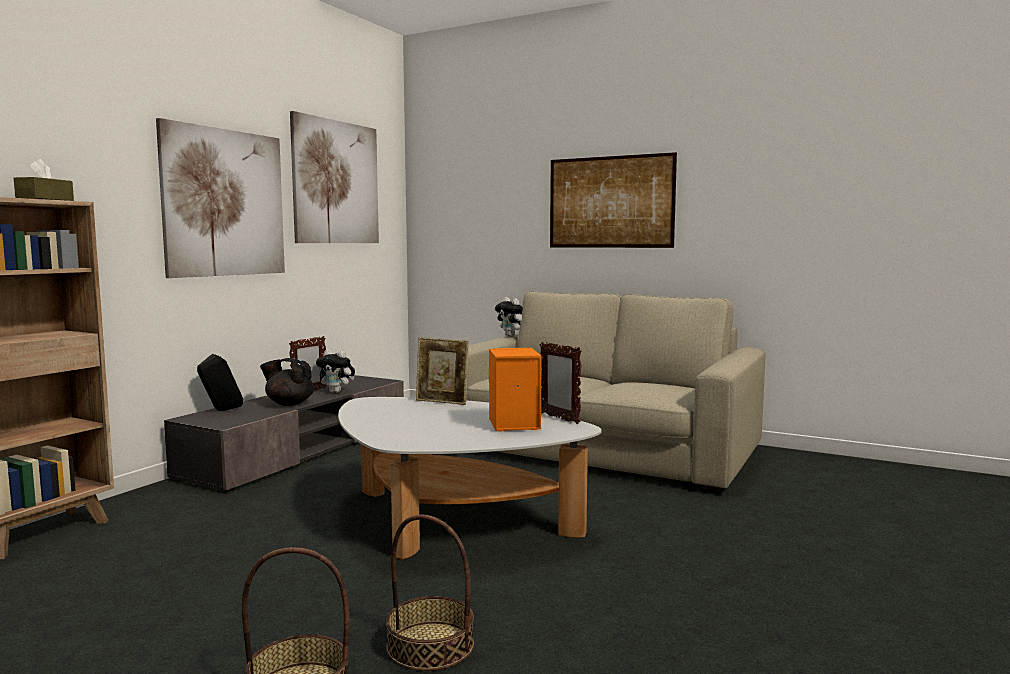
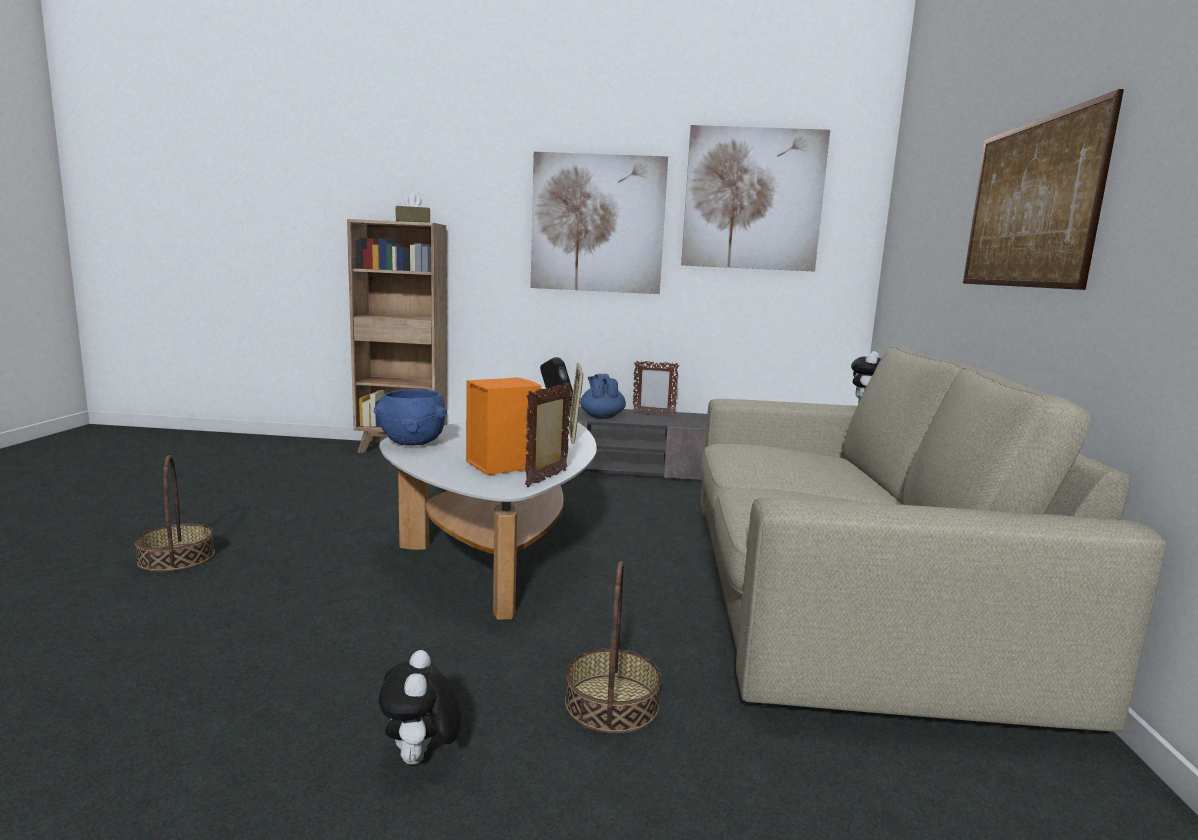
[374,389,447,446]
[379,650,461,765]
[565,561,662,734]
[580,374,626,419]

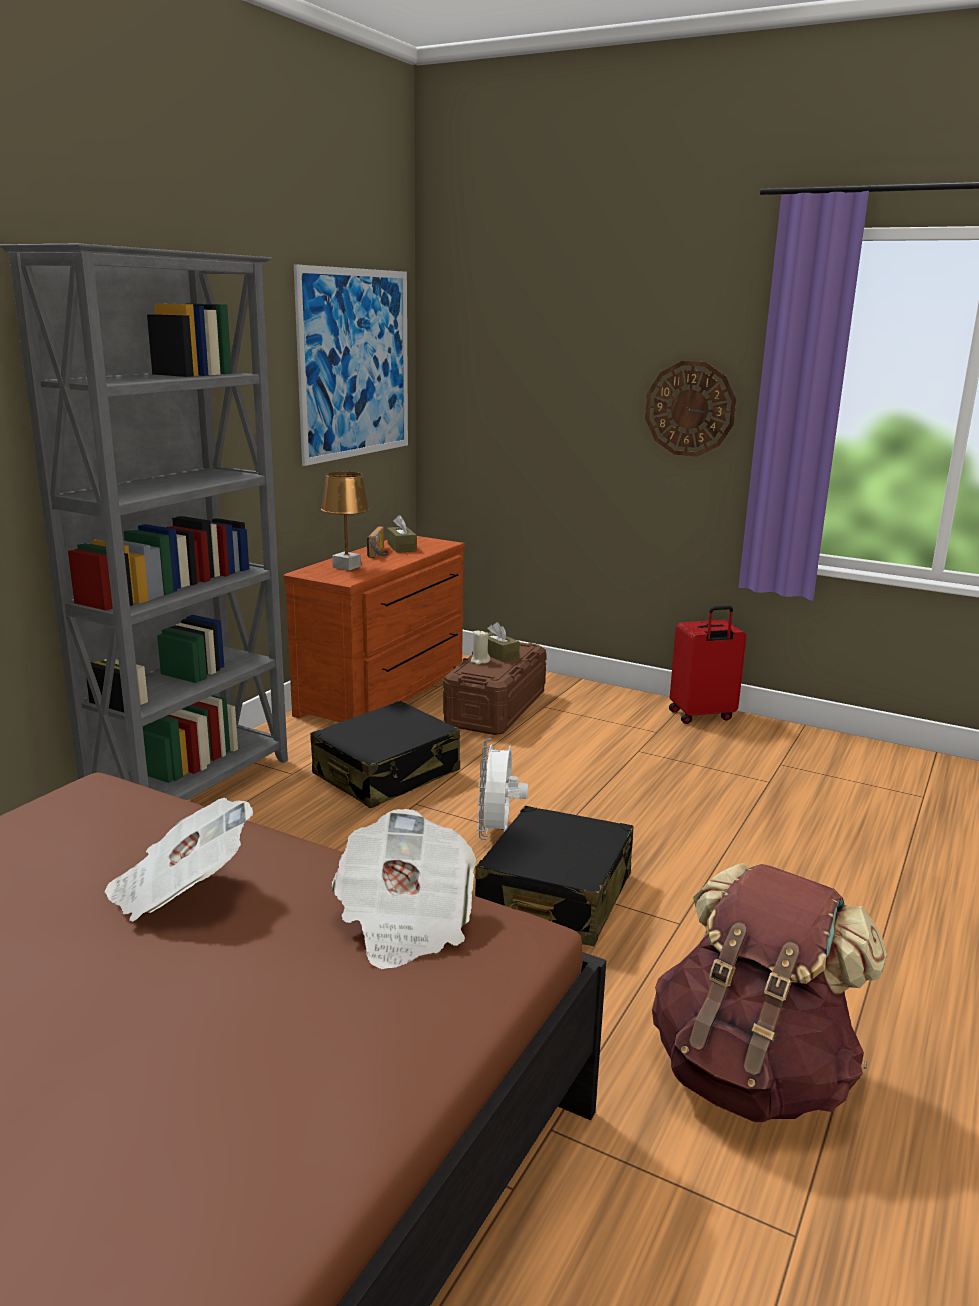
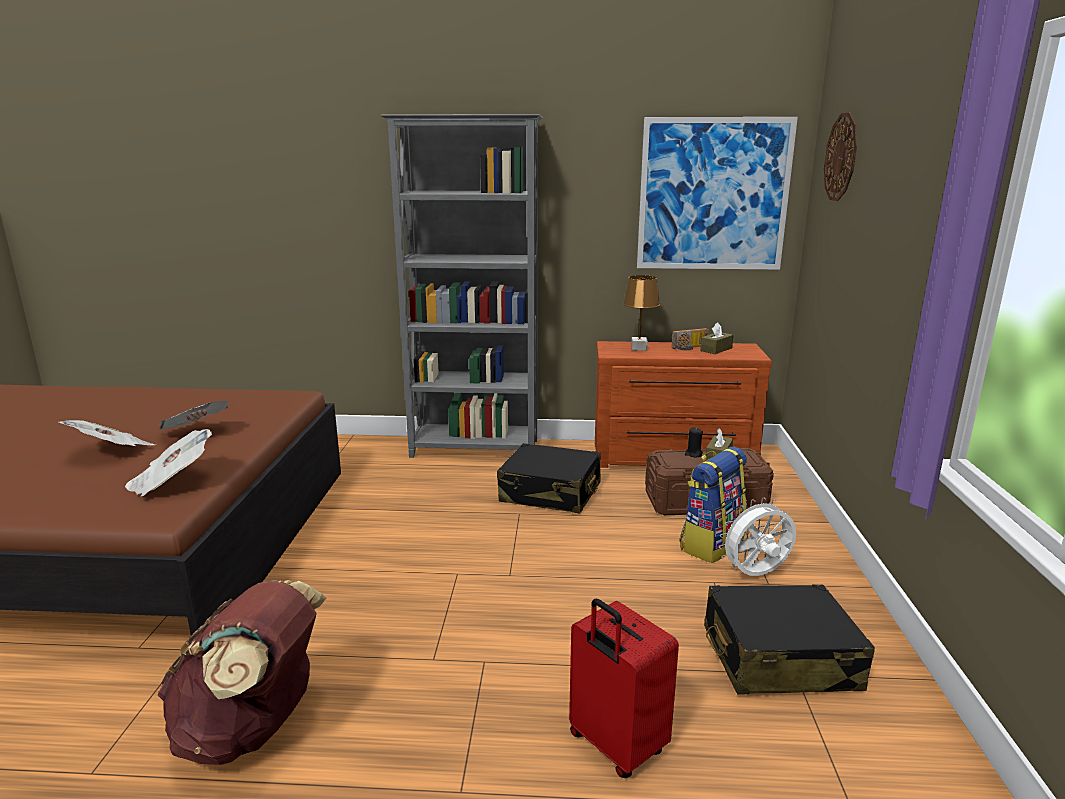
[58,420,157,446]
[569,599,679,778]
[679,447,747,563]
[685,427,703,457]
[704,584,875,695]
[719,497,796,576]
[824,112,857,201]

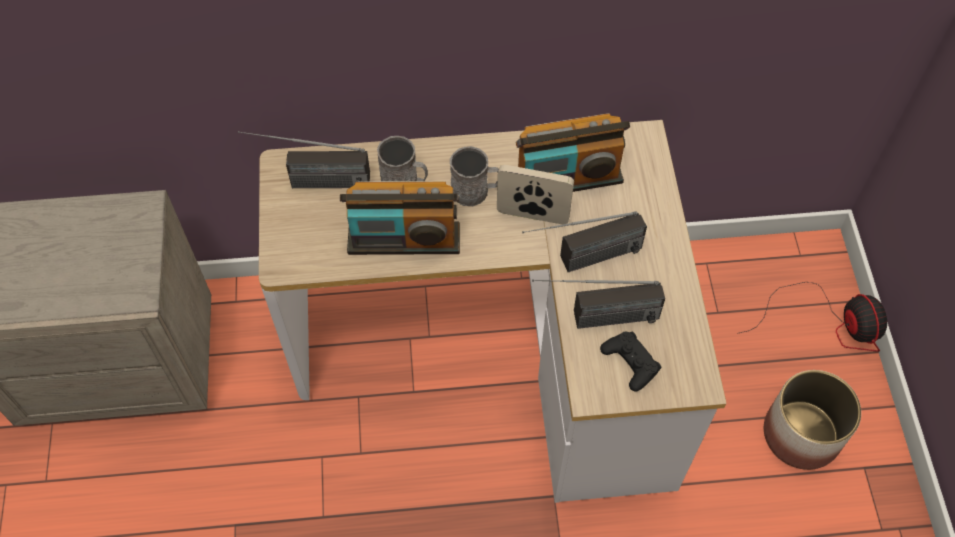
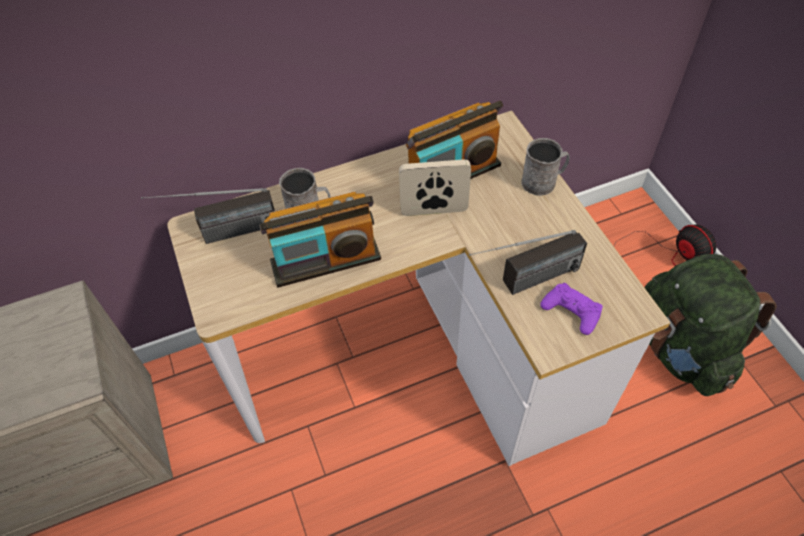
[521,138,570,196]
[540,283,603,335]
[645,254,777,396]
[522,211,647,272] (first image)

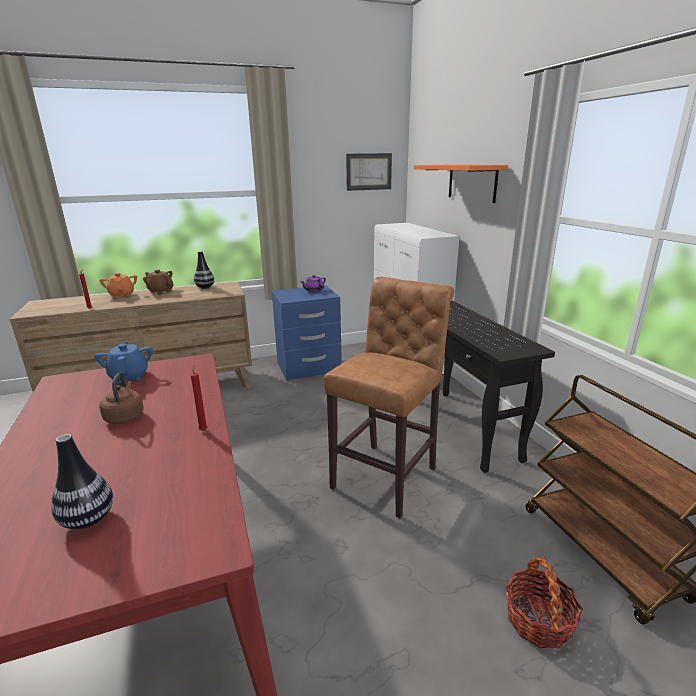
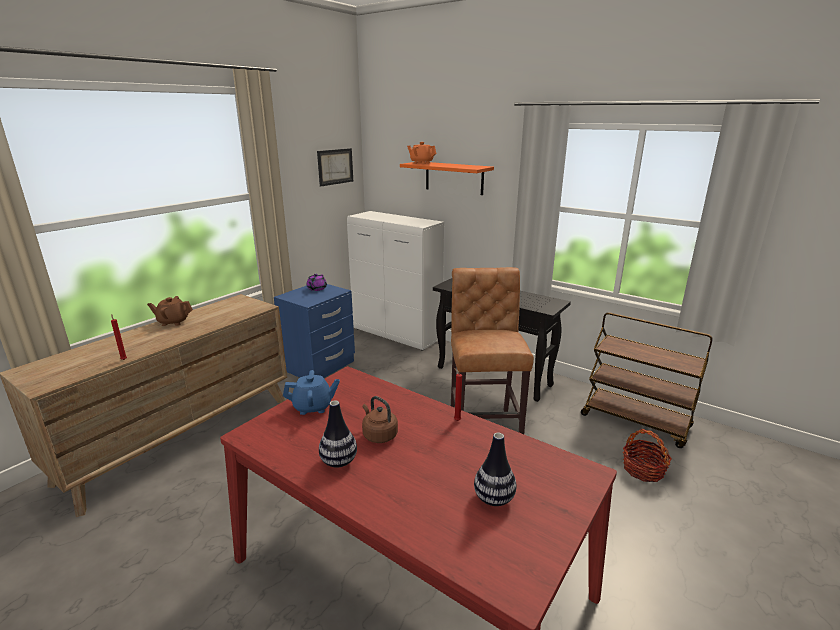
[283,370,340,415]
[319,400,357,468]
[407,142,436,164]

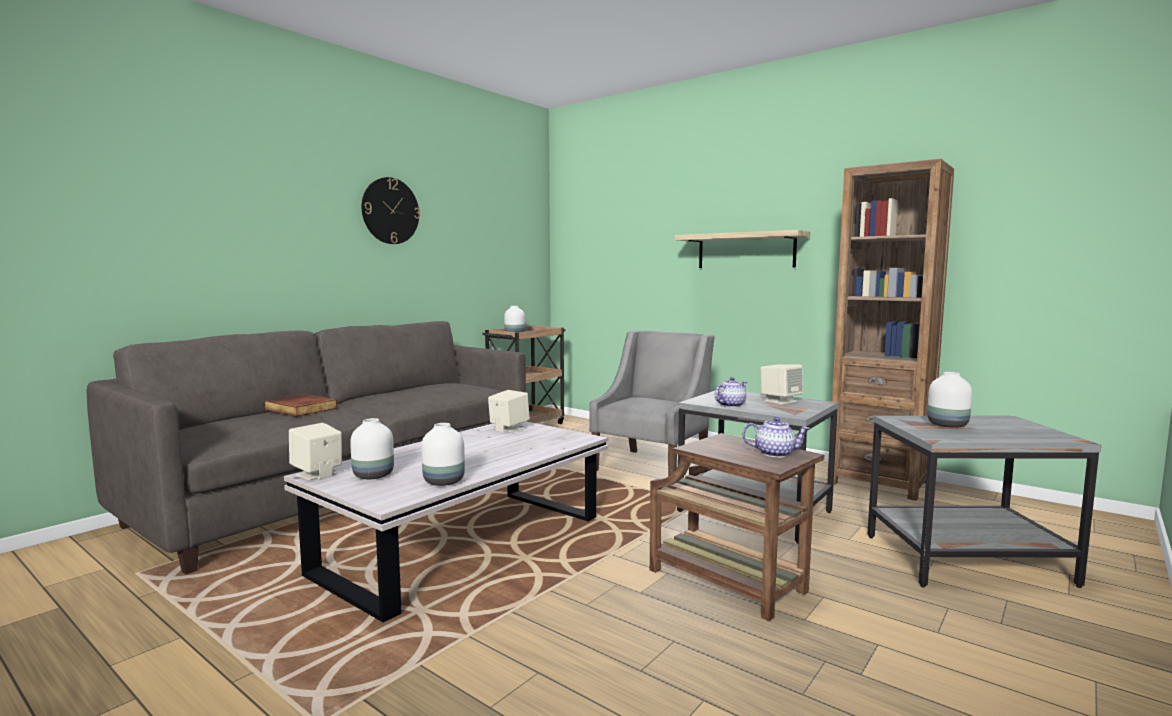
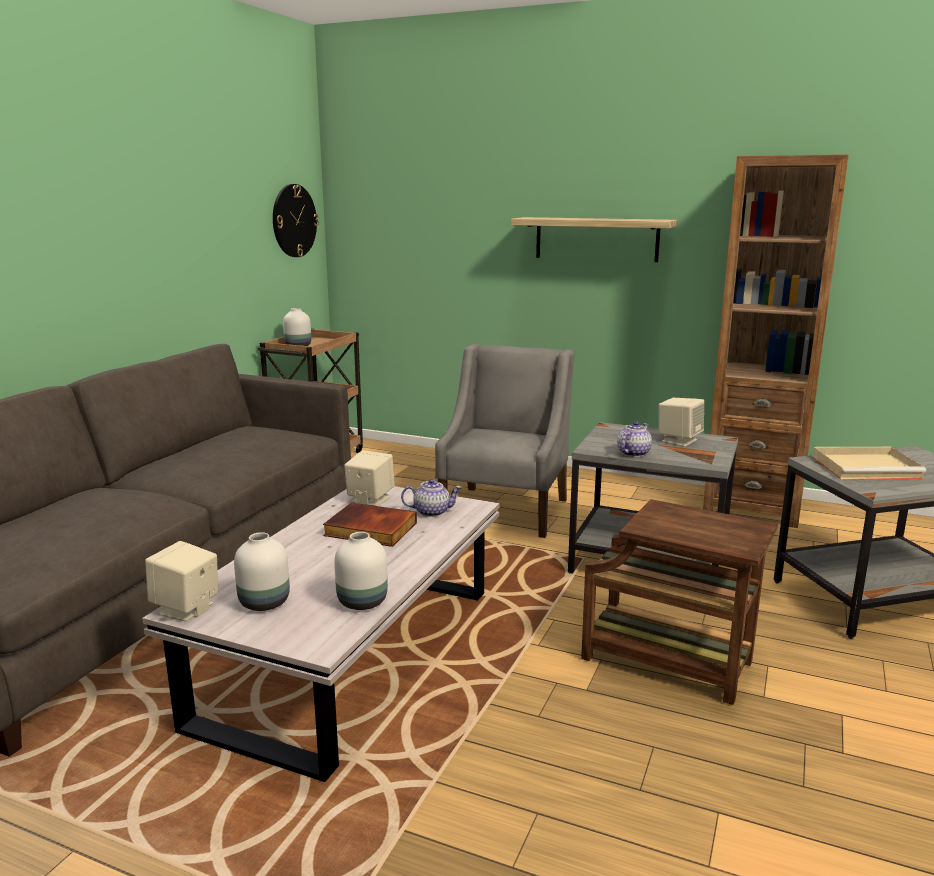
[273,184,319,257]
[323,503,417,547]
[401,479,462,517]
[812,447,926,479]

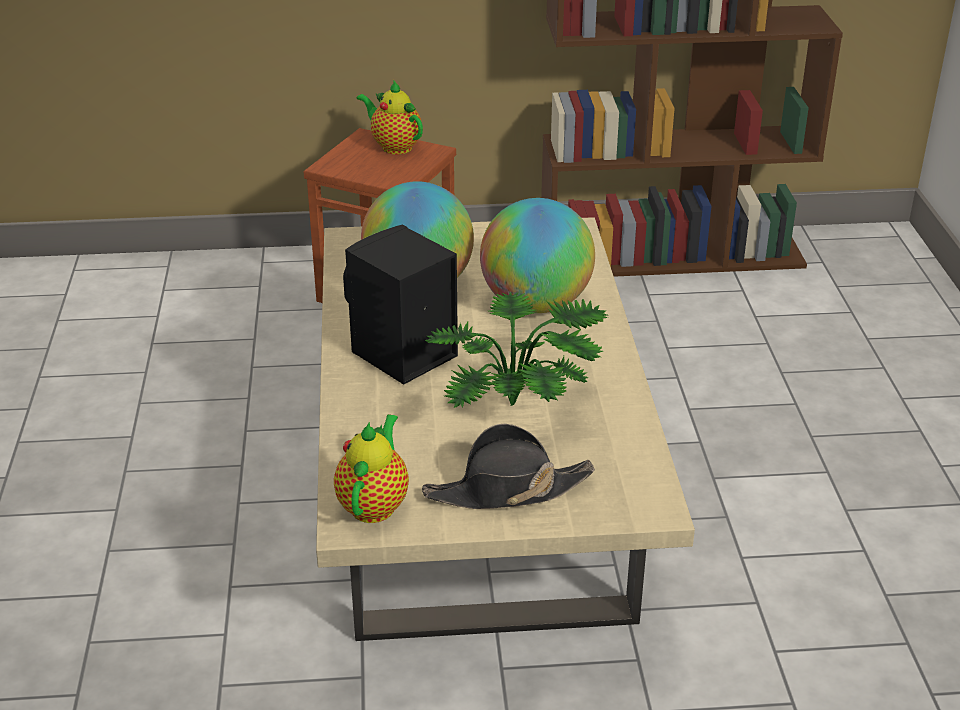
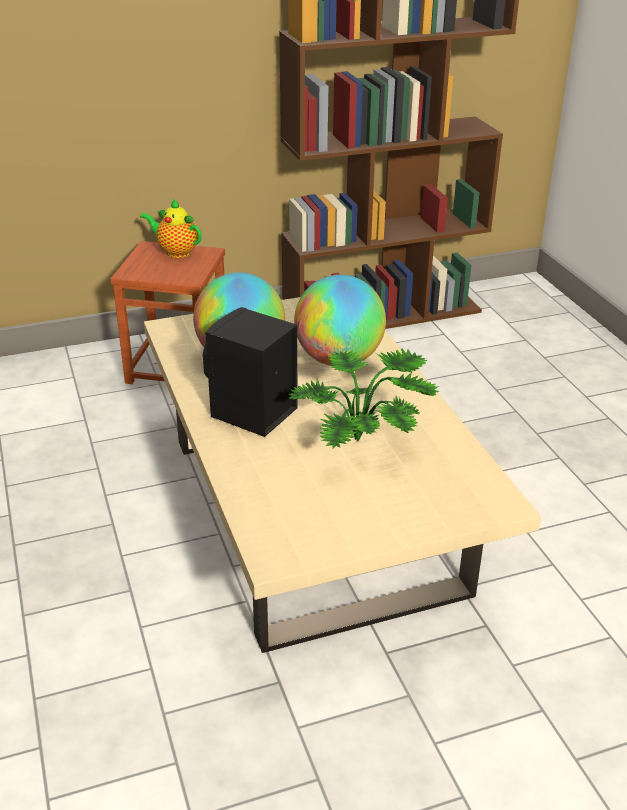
[334,414,409,523] (first image)
[422,424,595,509] (first image)

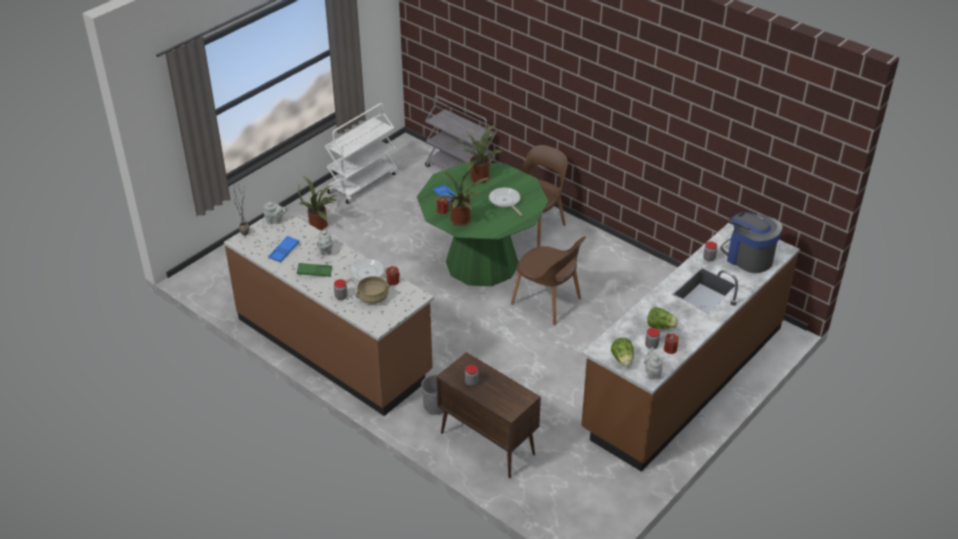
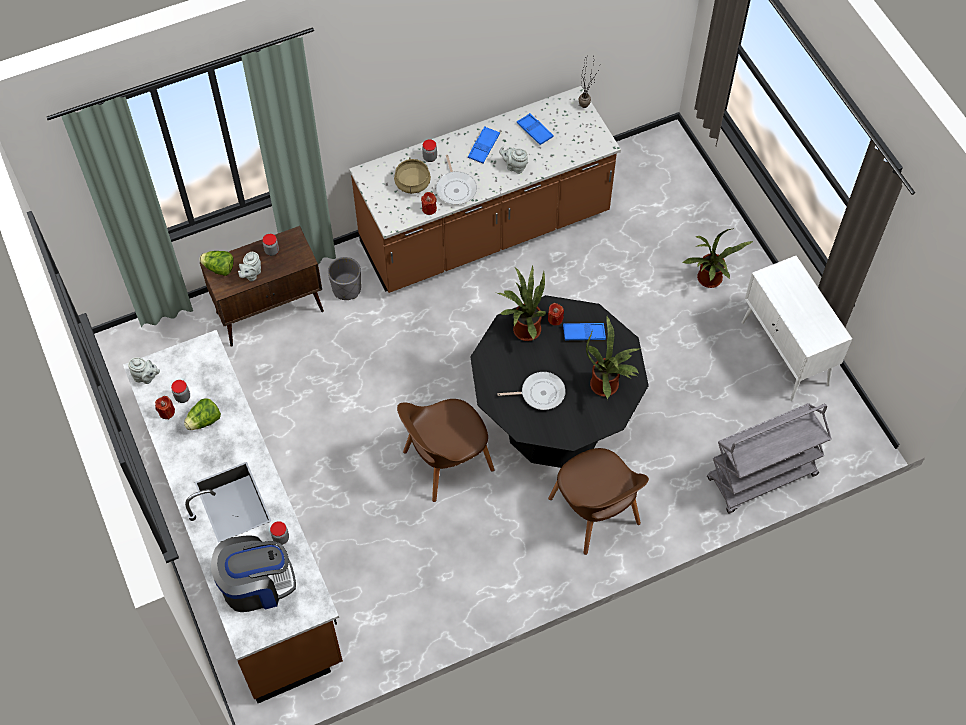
[199,251,234,276]
[238,252,261,281]
[468,126,500,163]
[470,295,649,468]
[741,256,852,401]

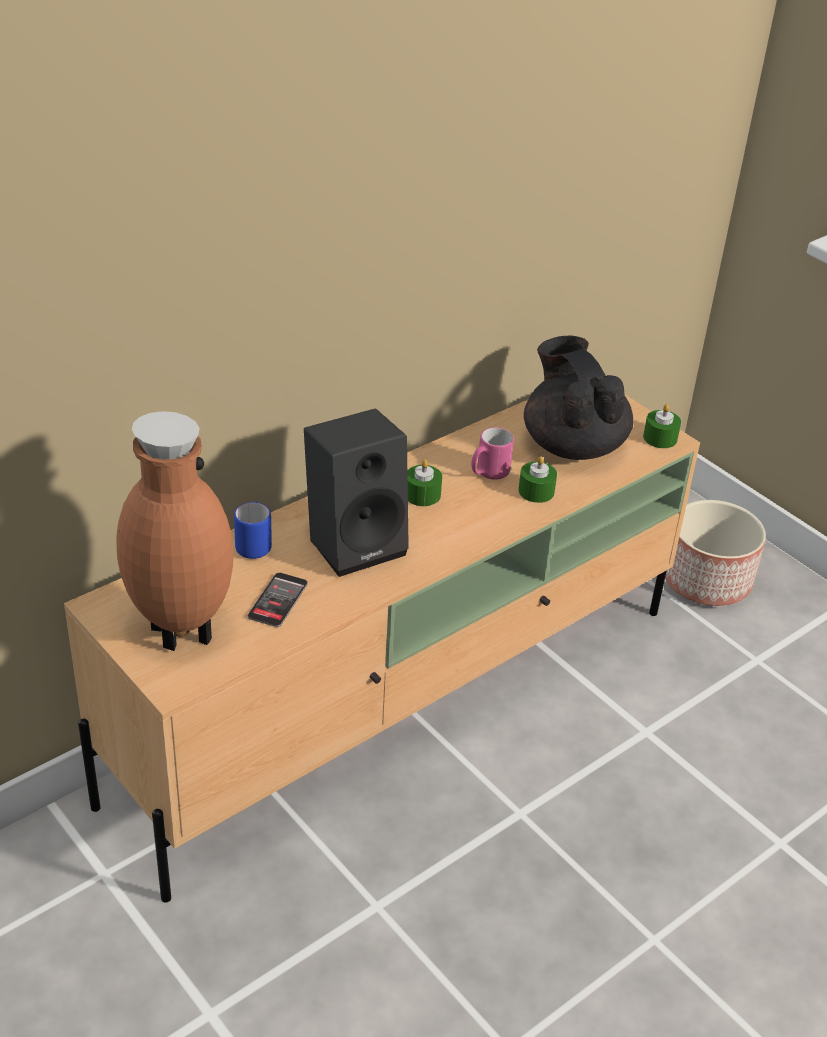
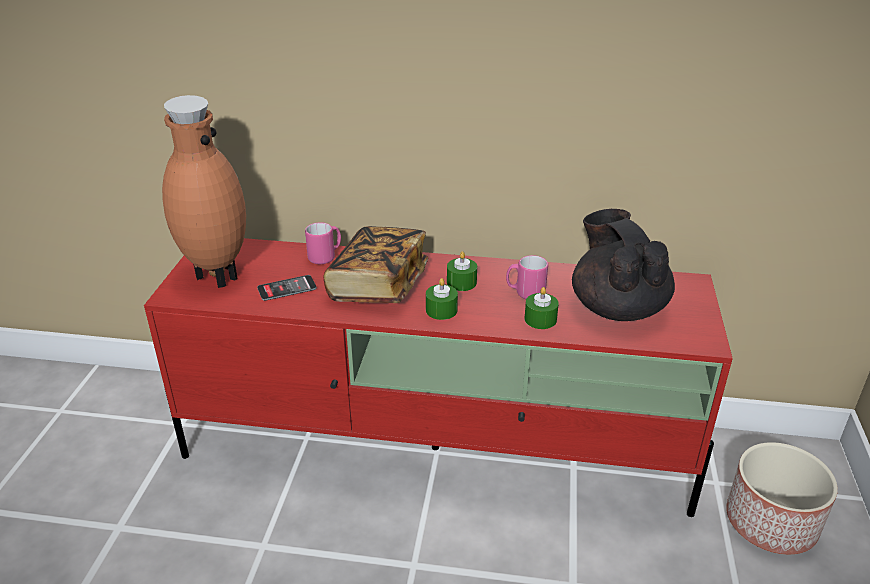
[144,238,733,517]
[305,222,341,264]
[324,226,428,303]
[426,278,458,320]
[572,209,675,321]

